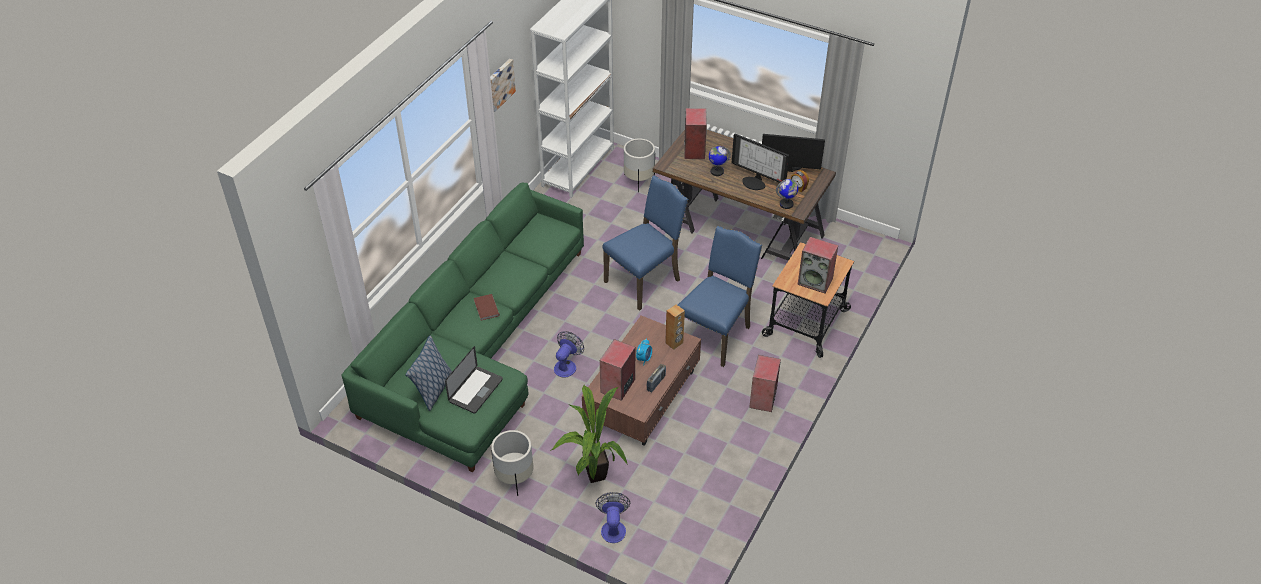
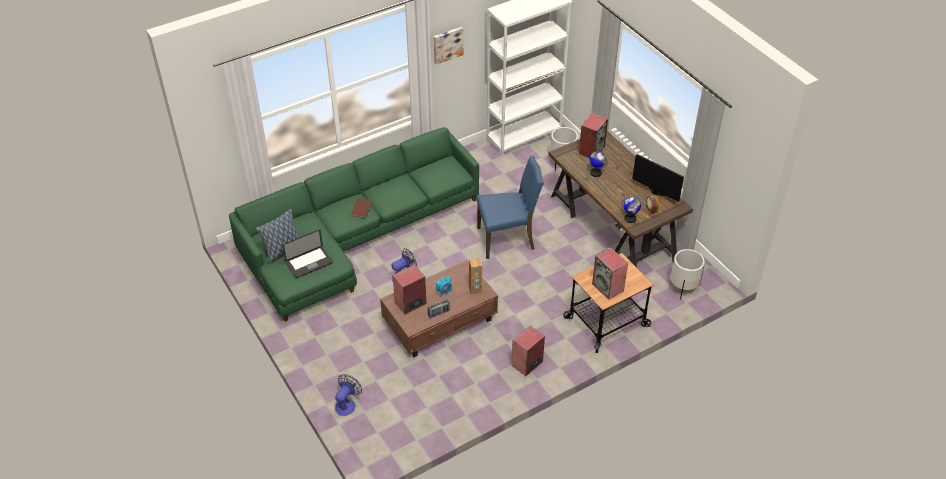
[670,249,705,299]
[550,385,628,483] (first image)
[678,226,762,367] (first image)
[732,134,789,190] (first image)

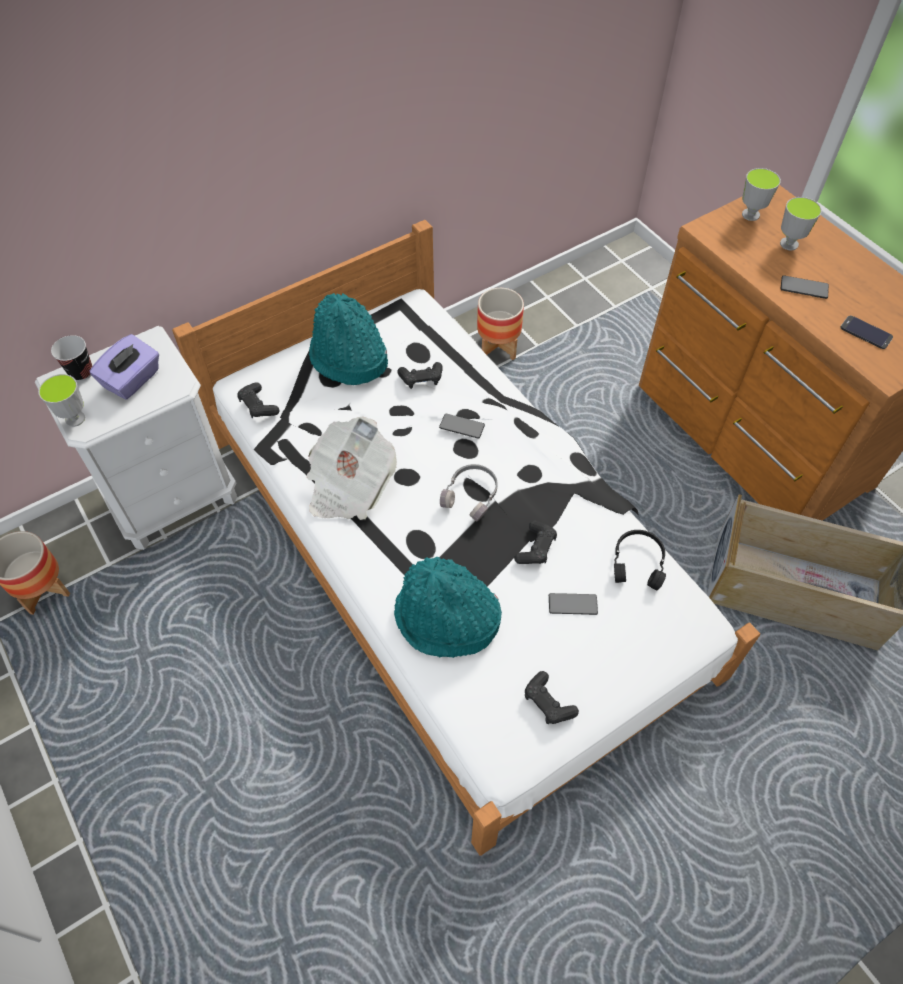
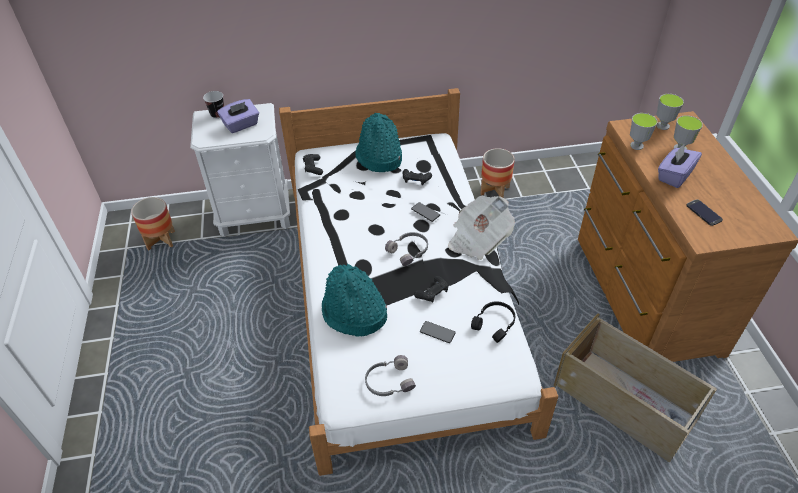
[365,355,416,396]
[448,196,515,260]
[630,113,658,150]
[658,145,702,188]

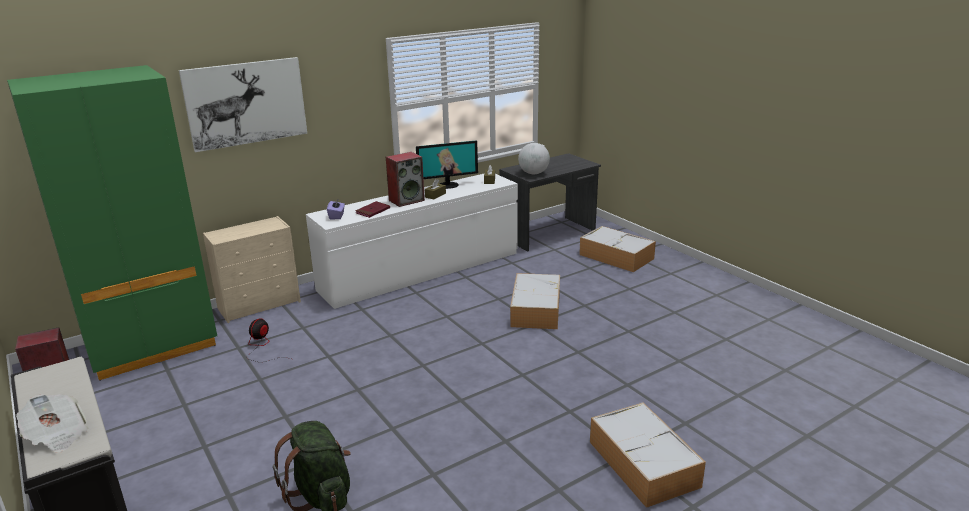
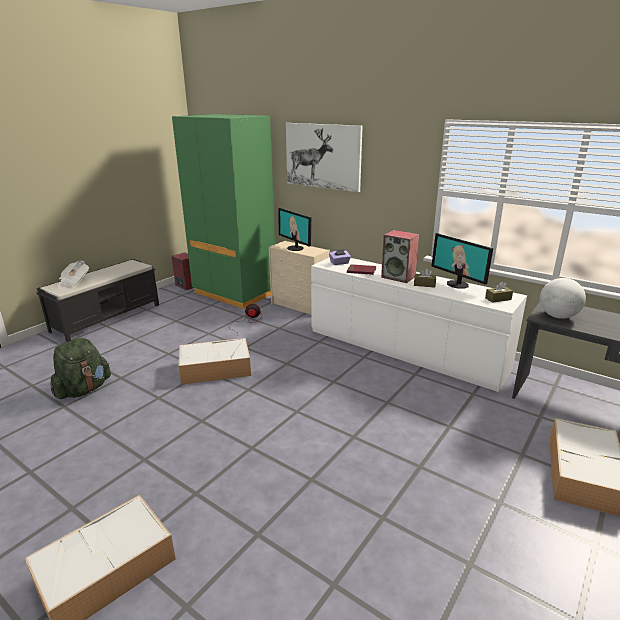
[179,338,251,385]
[278,208,312,251]

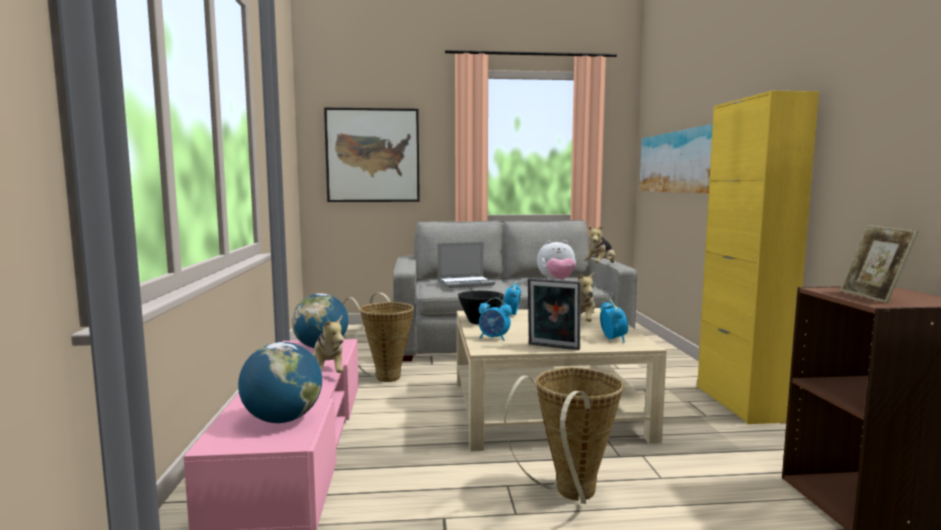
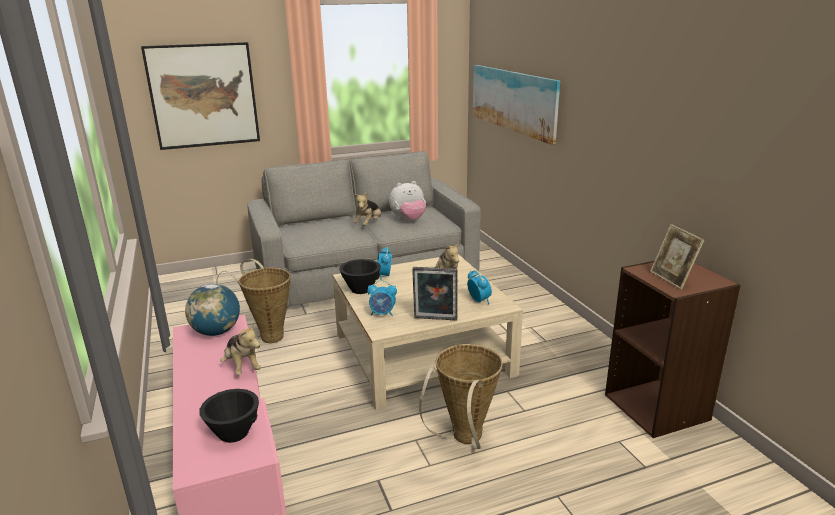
[199,389,259,443]
[353,192,381,226]
[438,242,495,288] (first image)
[697,91,819,424] (first image)

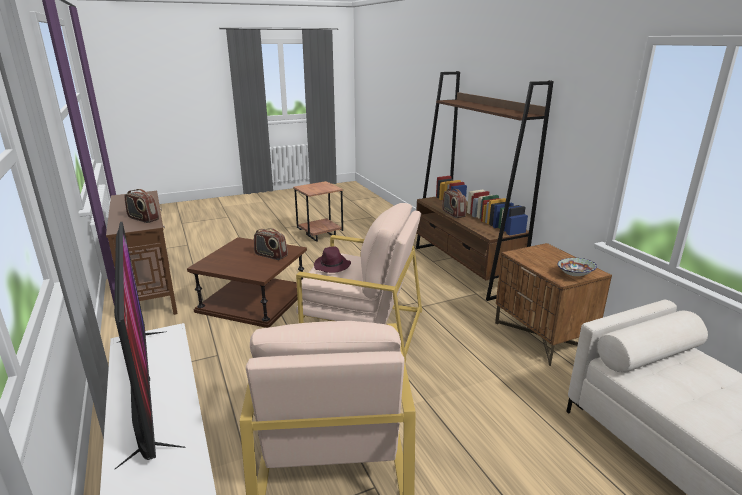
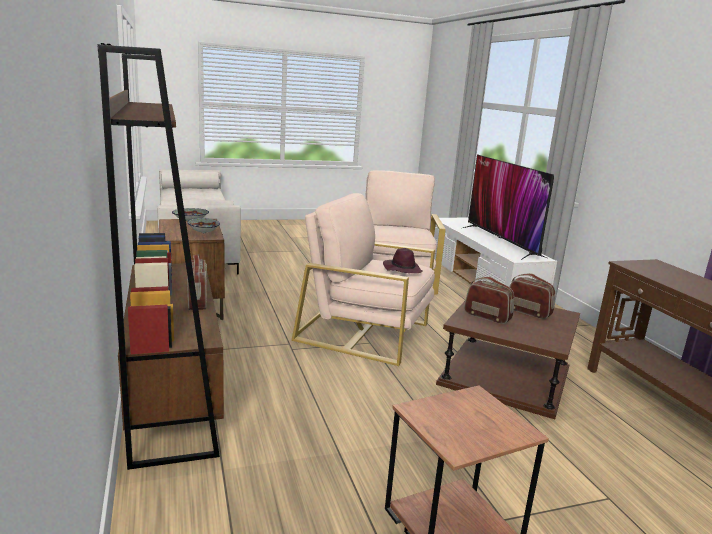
[187,218,220,233]
[510,273,555,319]

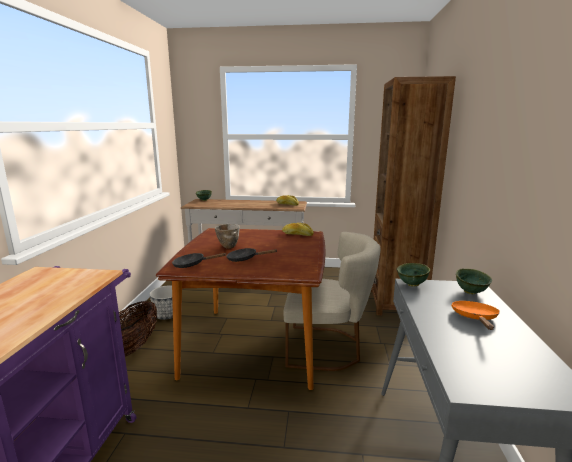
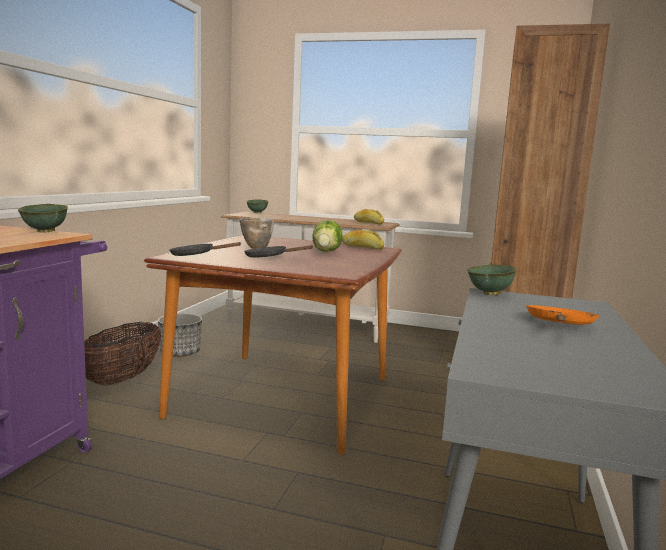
[18,204,68,233]
[312,220,343,252]
[284,232,380,371] (first image)

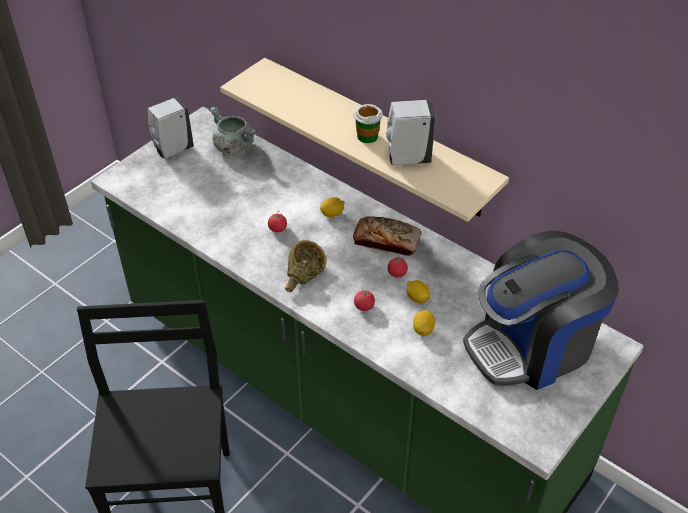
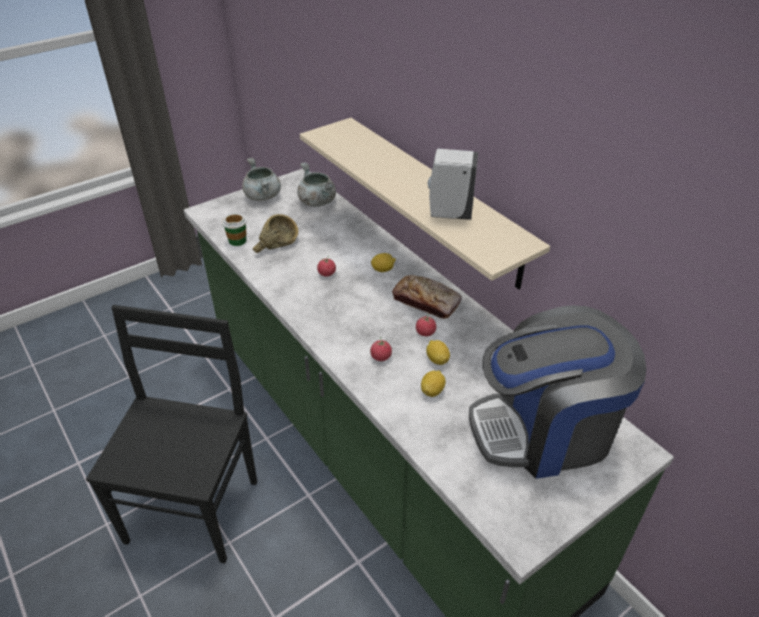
[222,213,247,246]
[242,158,281,201]
[253,214,298,253]

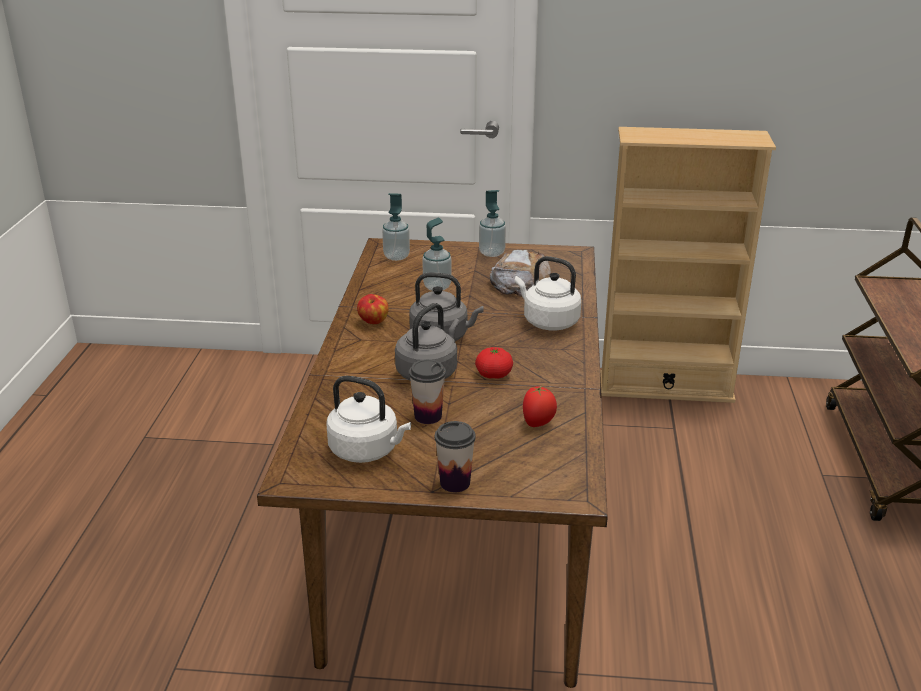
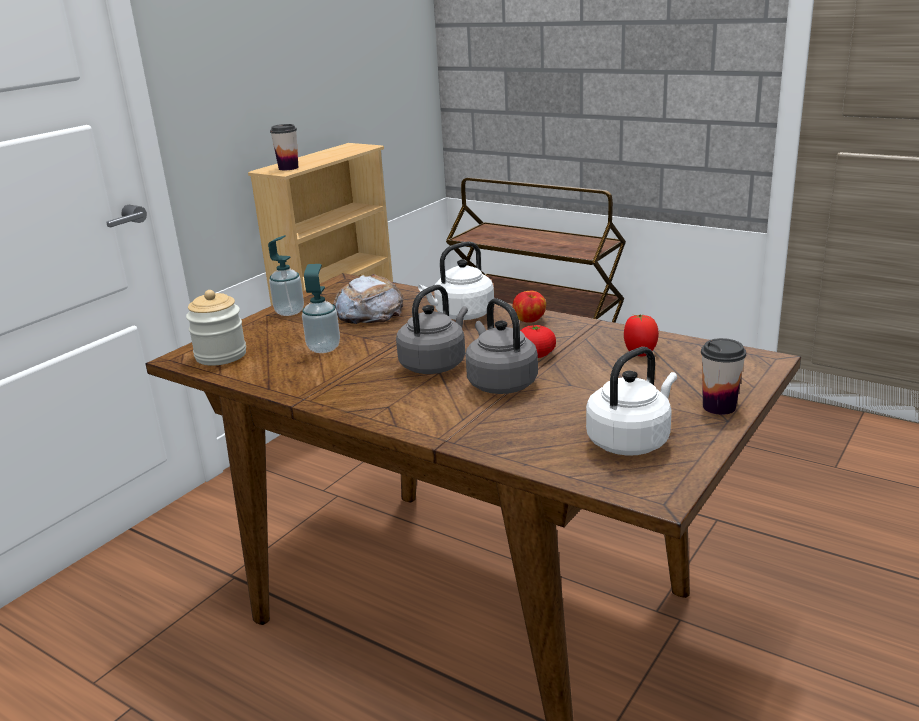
[186,290,246,366]
[270,124,298,170]
[513,291,546,322]

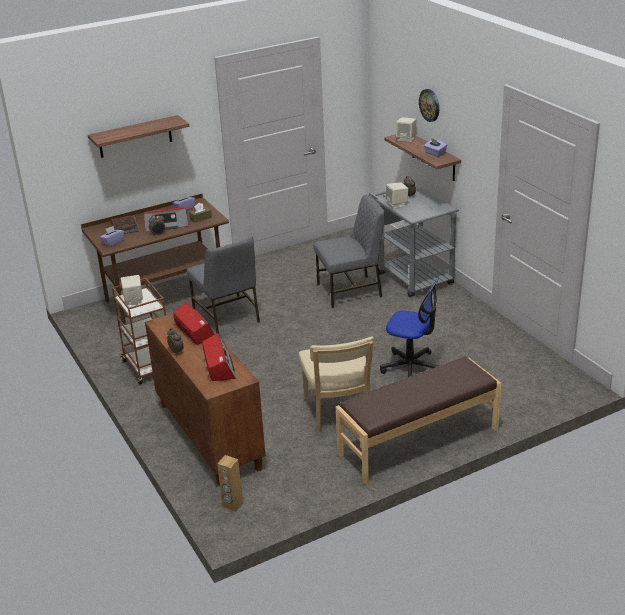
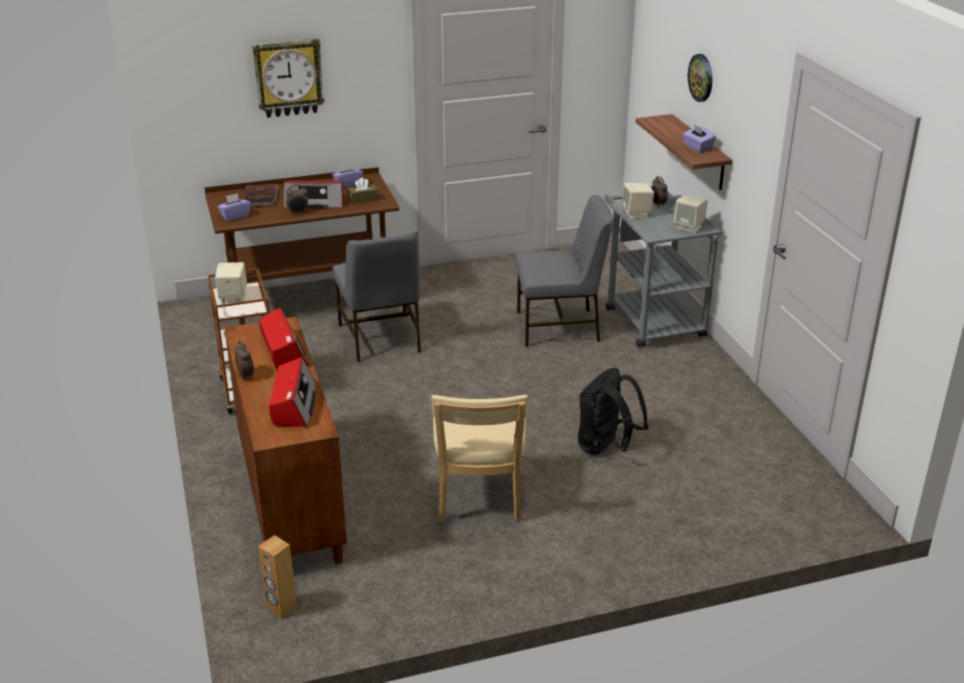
[252,38,325,118]
[578,368,648,456]
[674,194,708,233]
[336,357,501,484] (first image)

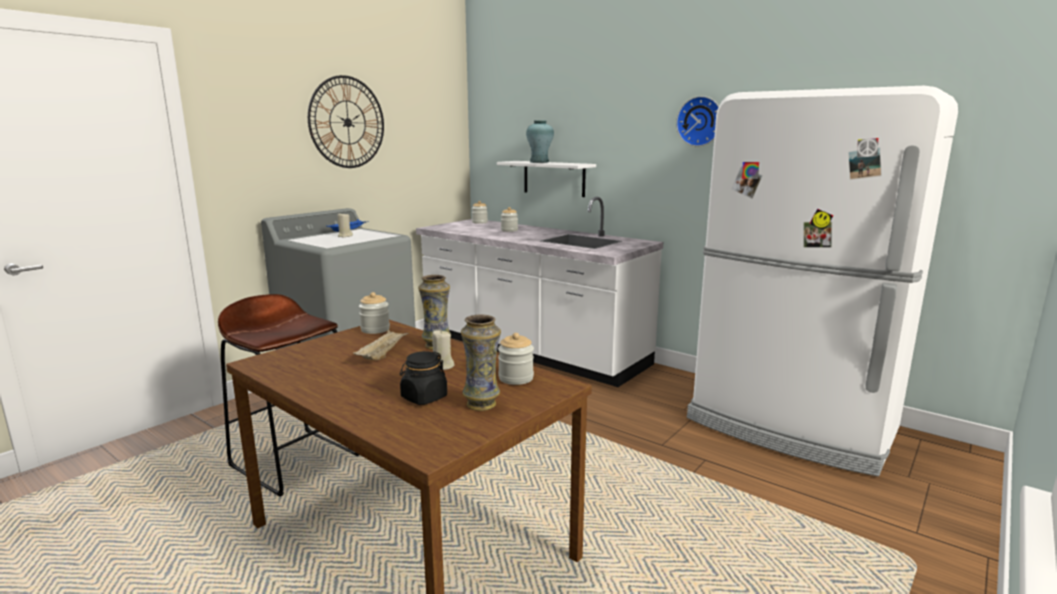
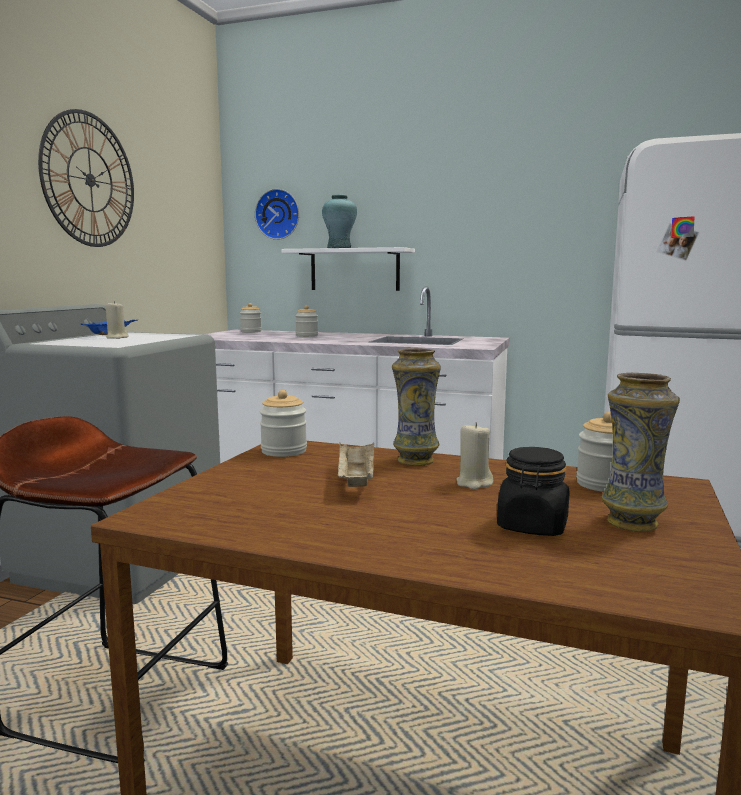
[255,189,299,240]

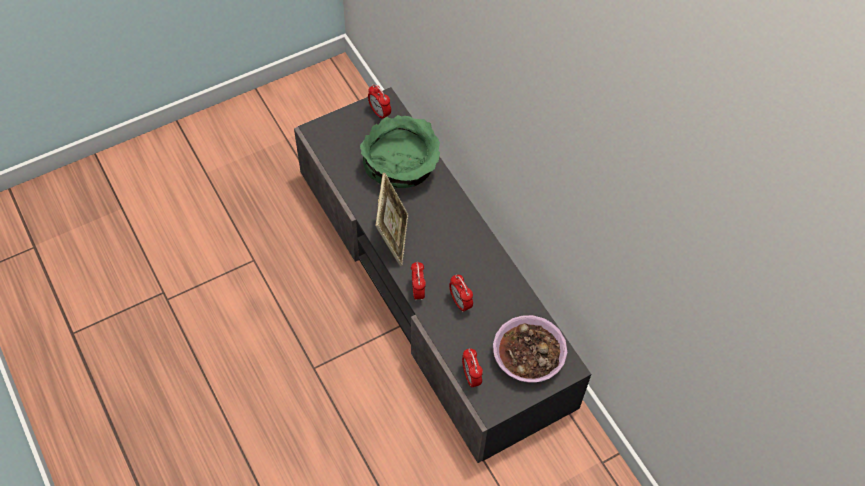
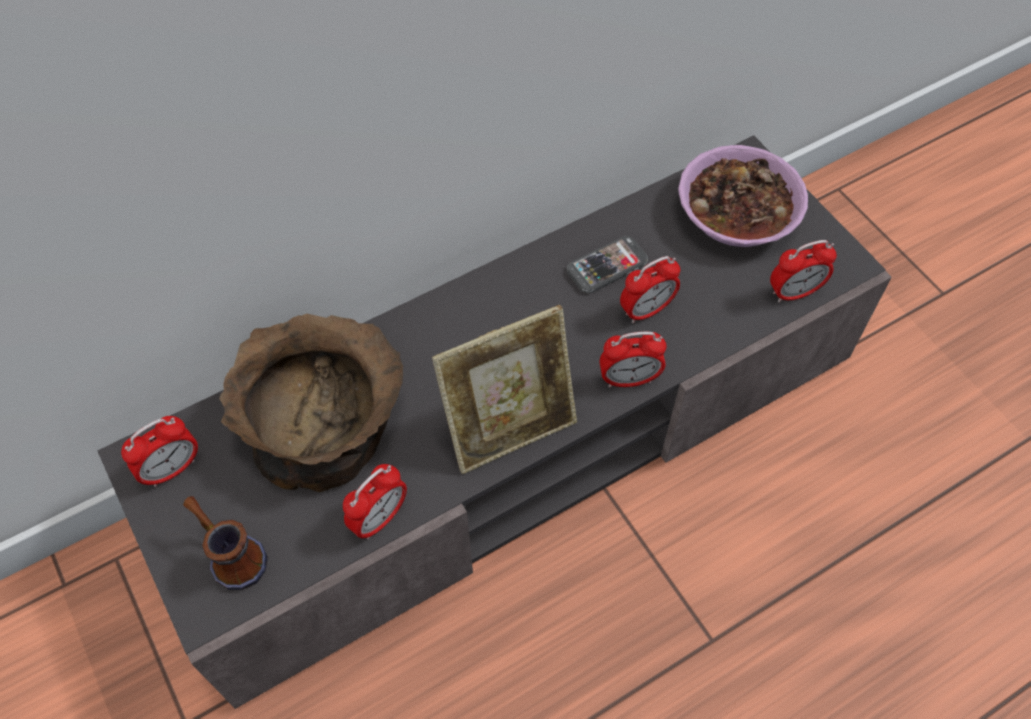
[183,496,268,590]
[219,314,403,492]
[343,464,407,540]
[432,305,577,474]
[567,236,648,293]

